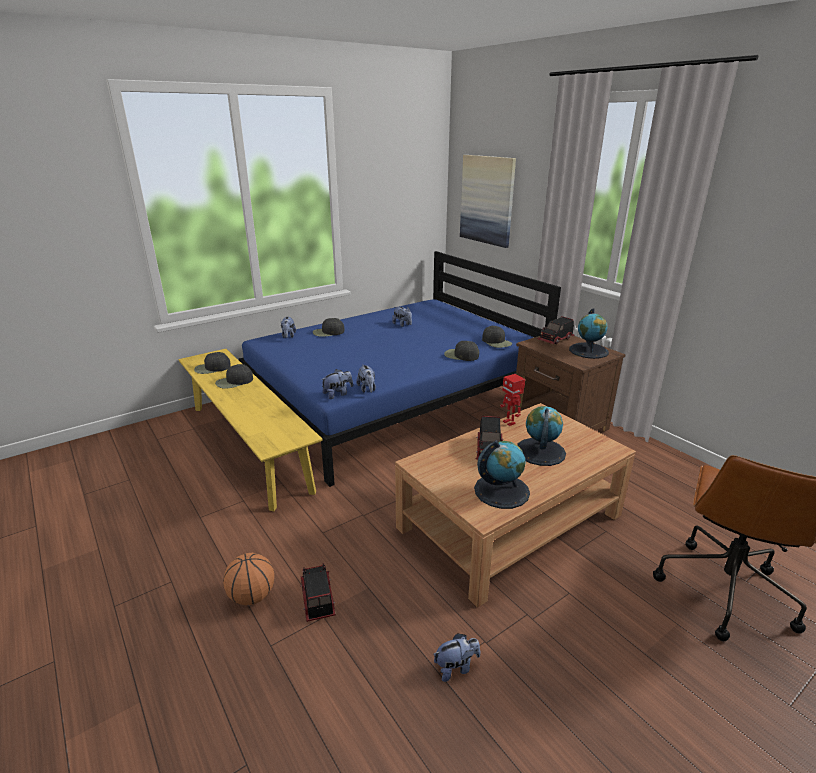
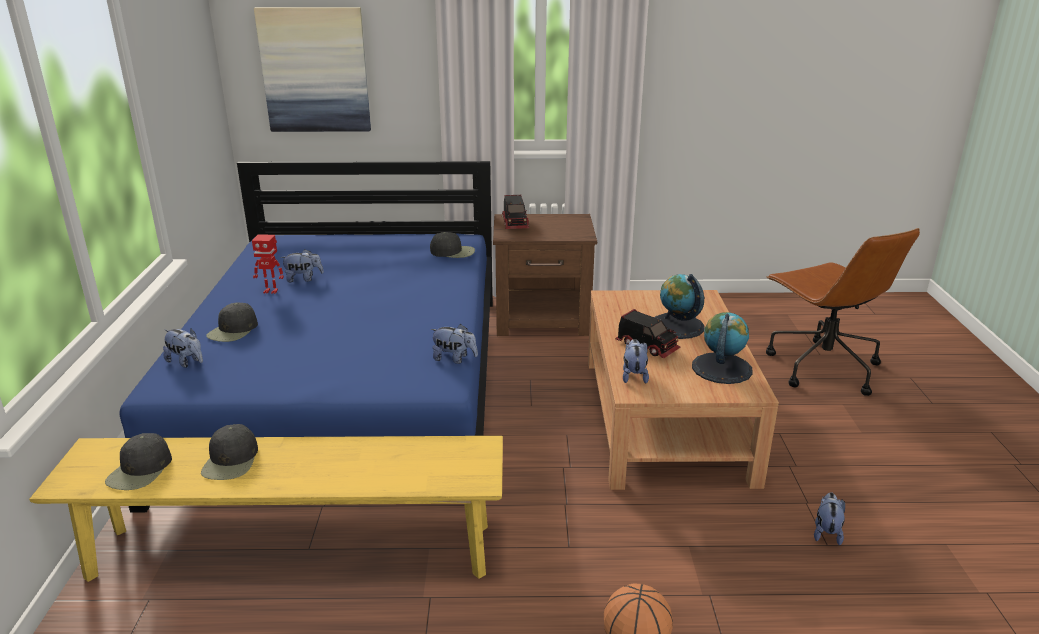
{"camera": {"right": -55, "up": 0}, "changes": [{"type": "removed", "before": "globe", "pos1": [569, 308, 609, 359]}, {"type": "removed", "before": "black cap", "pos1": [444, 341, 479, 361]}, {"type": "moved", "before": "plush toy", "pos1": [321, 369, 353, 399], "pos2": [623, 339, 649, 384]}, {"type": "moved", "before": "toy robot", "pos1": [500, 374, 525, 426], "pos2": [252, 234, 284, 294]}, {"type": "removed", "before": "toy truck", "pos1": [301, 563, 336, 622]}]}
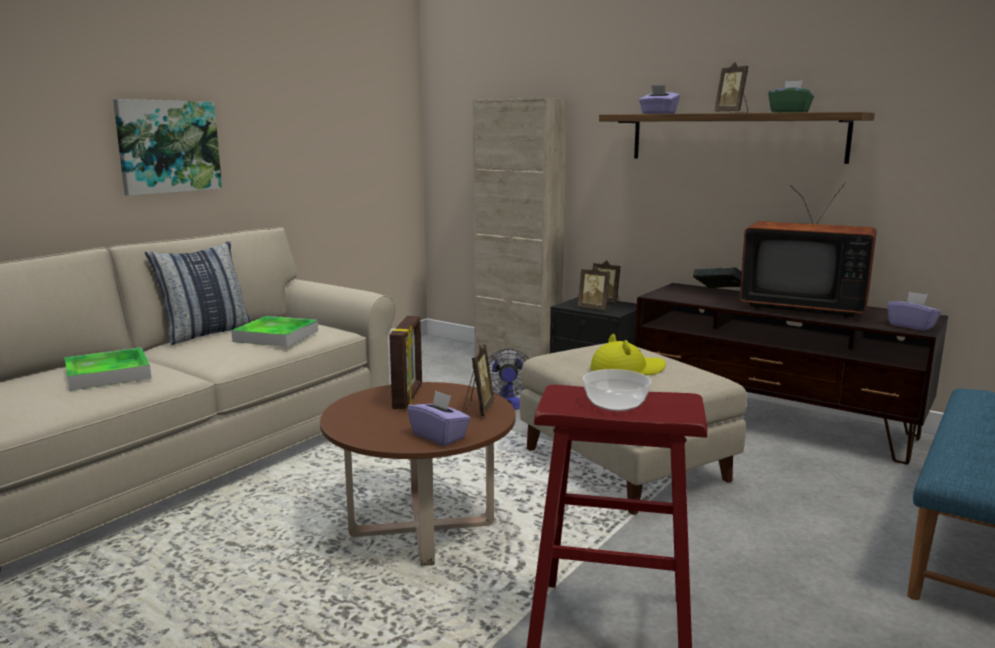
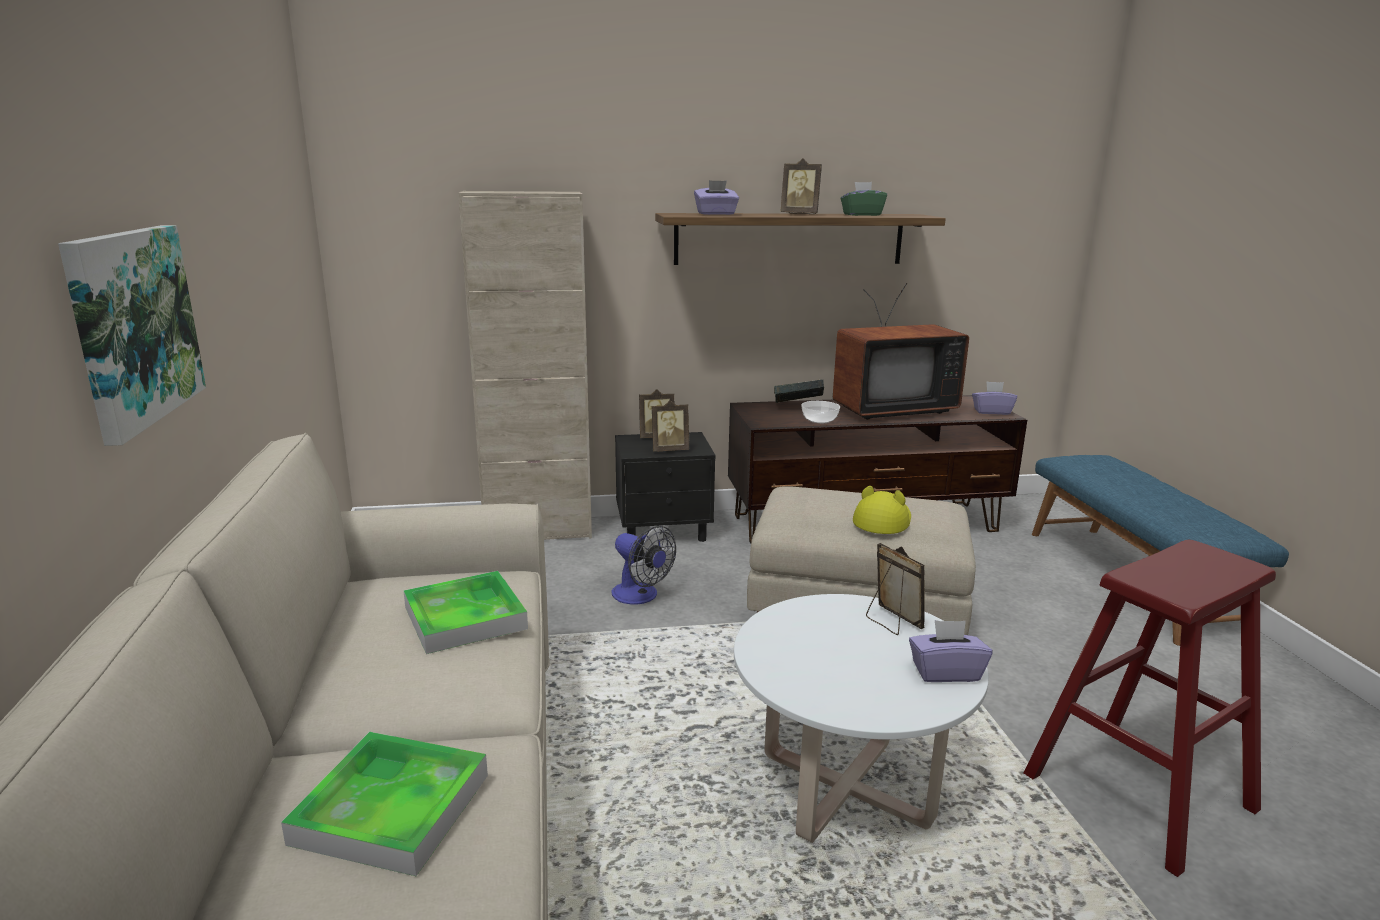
{"camera": {"right": -45, "up": 5}, "changes": [{"type": "removed", "before": "pillow", "pos1": [145, 241, 252, 345]}, {"type": "removed", "before": "picture frame", "pos1": [389, 316, 422, 409]}, {"type": "moved", "before": "bowl", "pos1": [583, 369, 651, 411], "pos2": [801, 401, 840, 423]}, {"type": "recoloured", "before": "brown coffee table", "after": "white coffee table", "pos1": [320, 382, 516, 566], "pos2": [734, 594, 989, 843]}]}
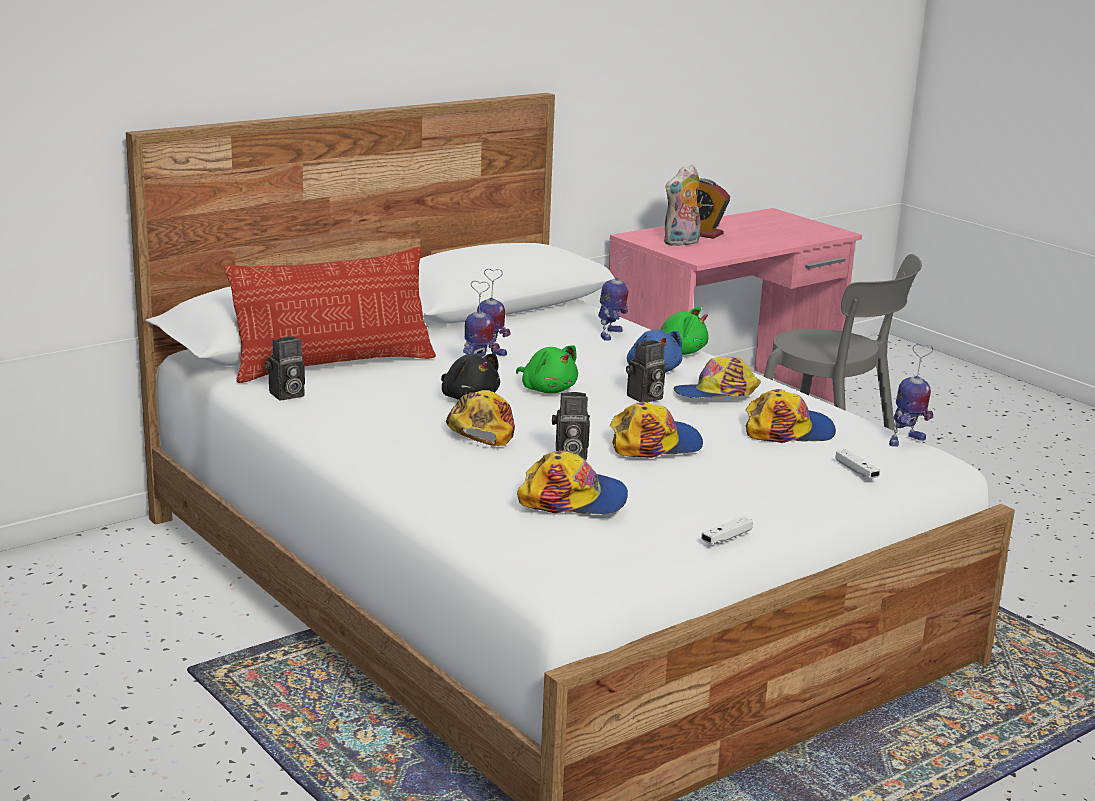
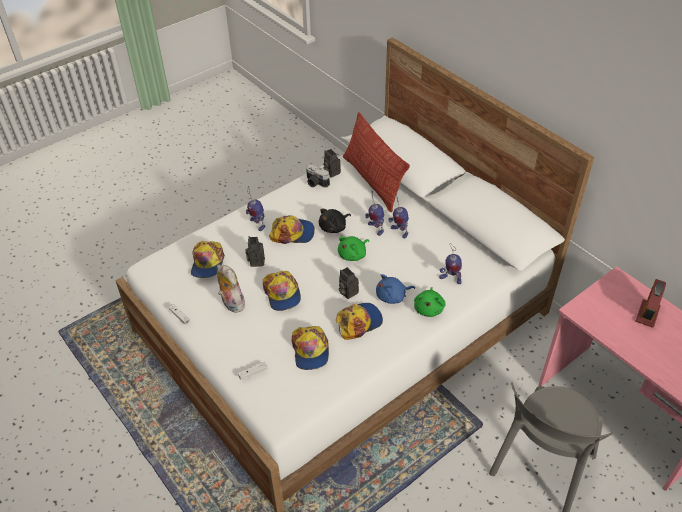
{"camera": {"right": 90, "up": 25}, "changes": [{"type": "moved", "before": "plush toy", "pos1": [664, 165, 700, 246], "pos2": [217, 265, 245, 313]}, {"type": "moved", "before": "toy robot", "pos1": [889, 344, 933, 447], "pos2": [246, 186, 265, 231]}, {"type": "turned", "before": "cap", "pos1": [674, 357, 761, 398], "pos2": [336, 303, 383, 340], "turn": 75}, {"type": "added", "after": "photo camera", "pos2": [306, 165, 330, 187]}]}
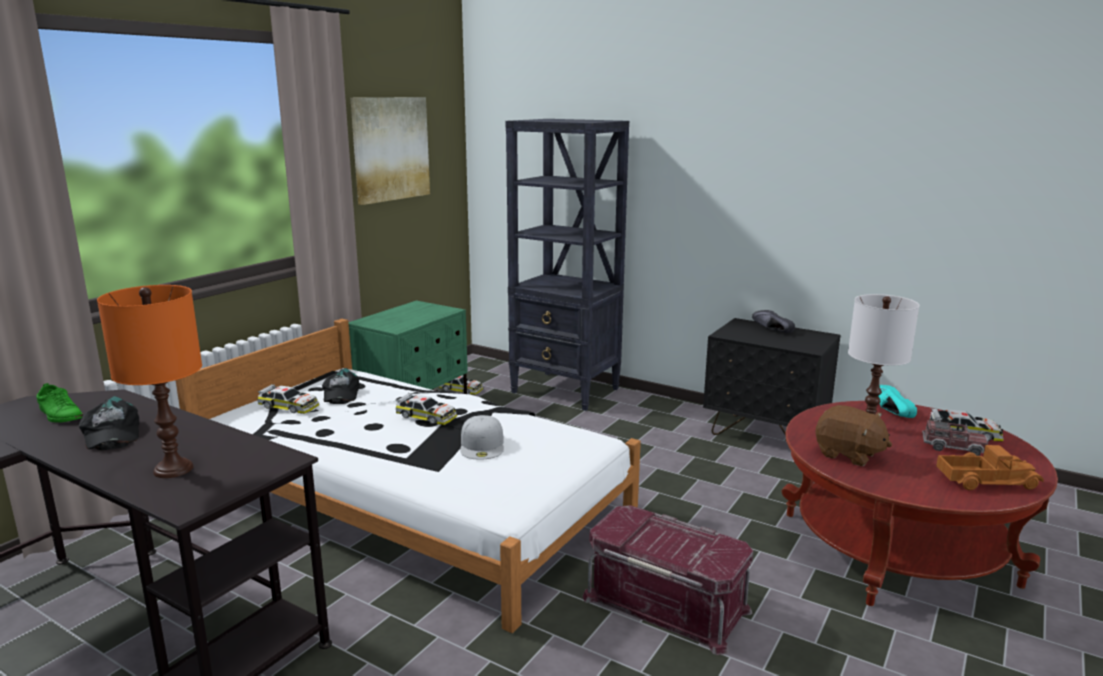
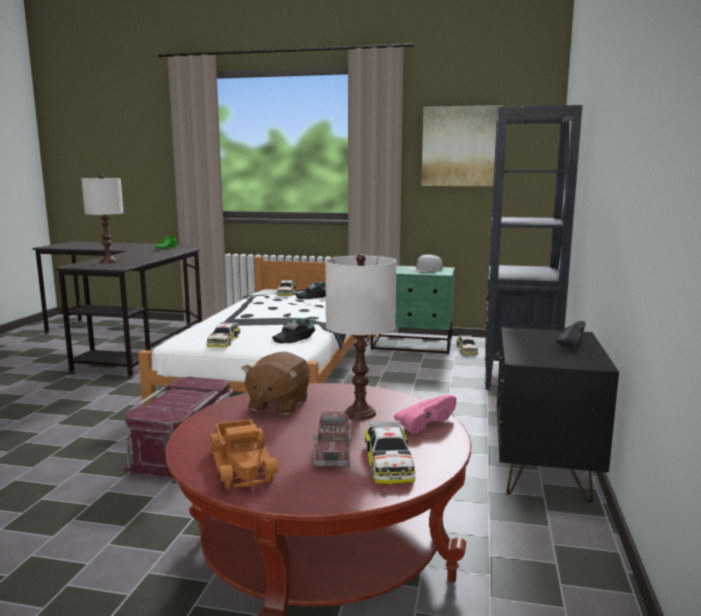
{"camera": {"right": 70, "up": -5}, "changes": [{"type": "recoloured", "before": "orange table lamp", "after": "white table lamp", "pos1": [97, 285, 202, 478], "pos2": [81, 175, 123, 263]}, {"type": "recoloured", "before": "turquoise shoe", "after": "pink shoe", "pos1": [878, 385, 917, 418], "pos2": [394, 395, 457, 434]}, {"type": "moved", "before": "toy car", "pos1": [396, 393, 457, 425], "pos2": [207, 322, 240, 347]}, {"type": "moved", "before": "black cap", "pos1": [79, 396, 139, 450], "pos2": [272, 318, 315, 343]}, {"type": "moved", "before": "white cap", "pos1": [460, 415, 504, 460], "pos2": [408, 254, 443, 272]}]}
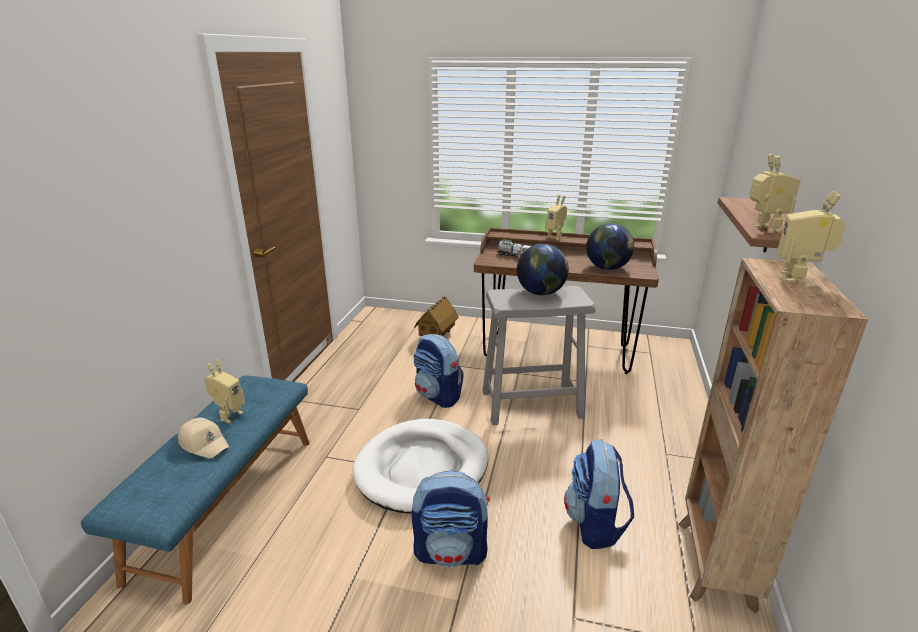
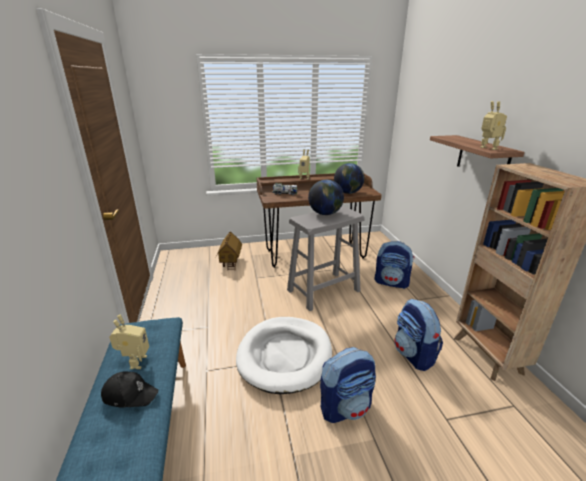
{"camera": {"right": -25, "up": 0}, "changes": [{"type": "removed", "before": "toy robot", "pos1": [777, 191, 846, 284]}, {"type": "moved", "before": "backpack", "pos1": [414, 334, 464, 408], "pos2": [374, 241, 415, 289]}, {"type": "recoloured", "before": "beige cap", "after": "black cap", "pos1": [178, 418, 229, 458], "pos2": [101, 372, 159, 408]}]}
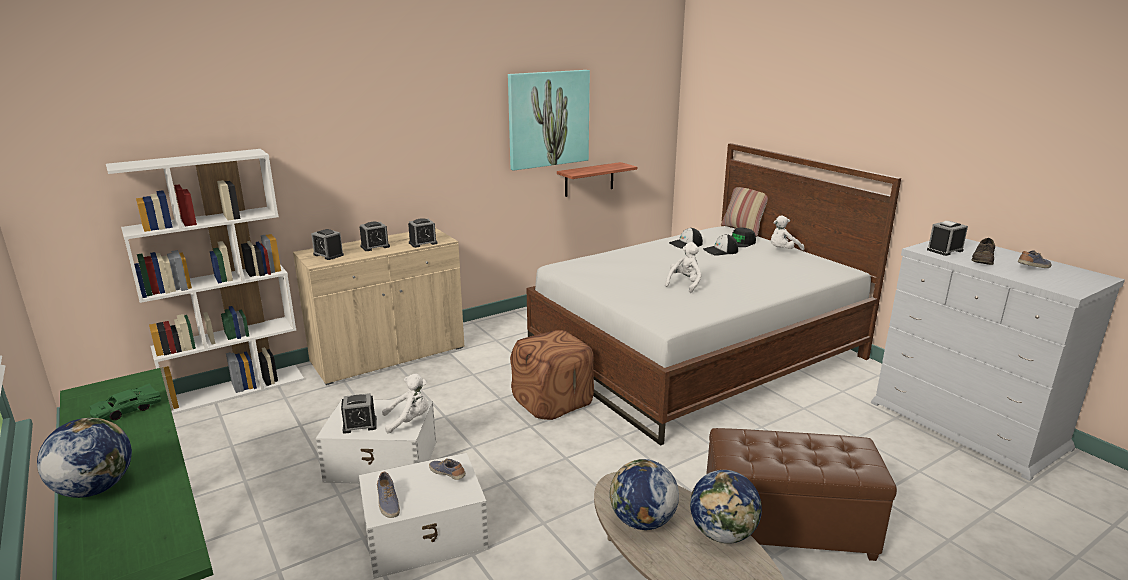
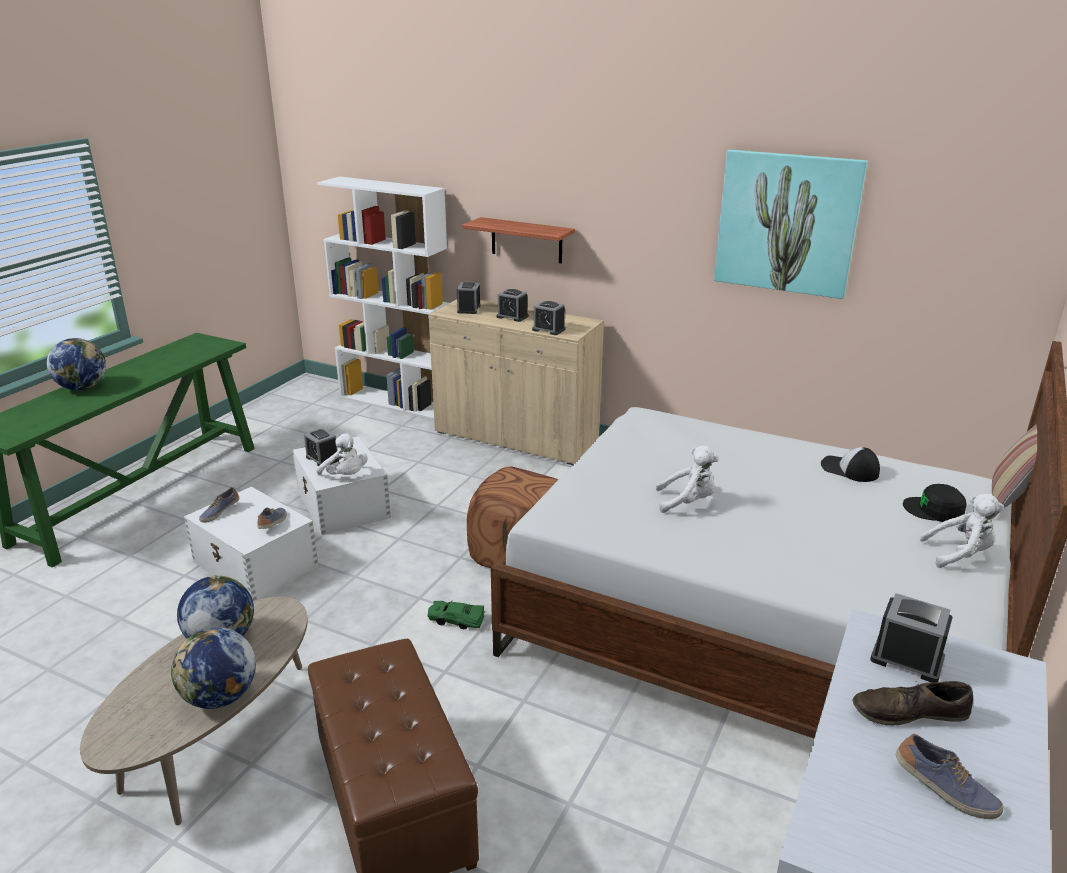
{"camera": {"right": 60, "up": 5}, "changes": [{"type": "moved", "before": "shelf", "pos1": [557, 162, 637, 197], "pos2": [462, 217, 575, 264]}, {"type": "turned", "before": "white plush toy", "pos1": [771, 215, 804, 251], "pos2": [920, 494, 1004, 568], "turn": 150}, {"type": "removed", "before": "cap", "pos1": [703, 234, 738, 256]}, {"type": "moved", "before": "green toy car", "pos1": [89, 384, 162, 420], "pos2": [428, 601, 485, 629]}]}
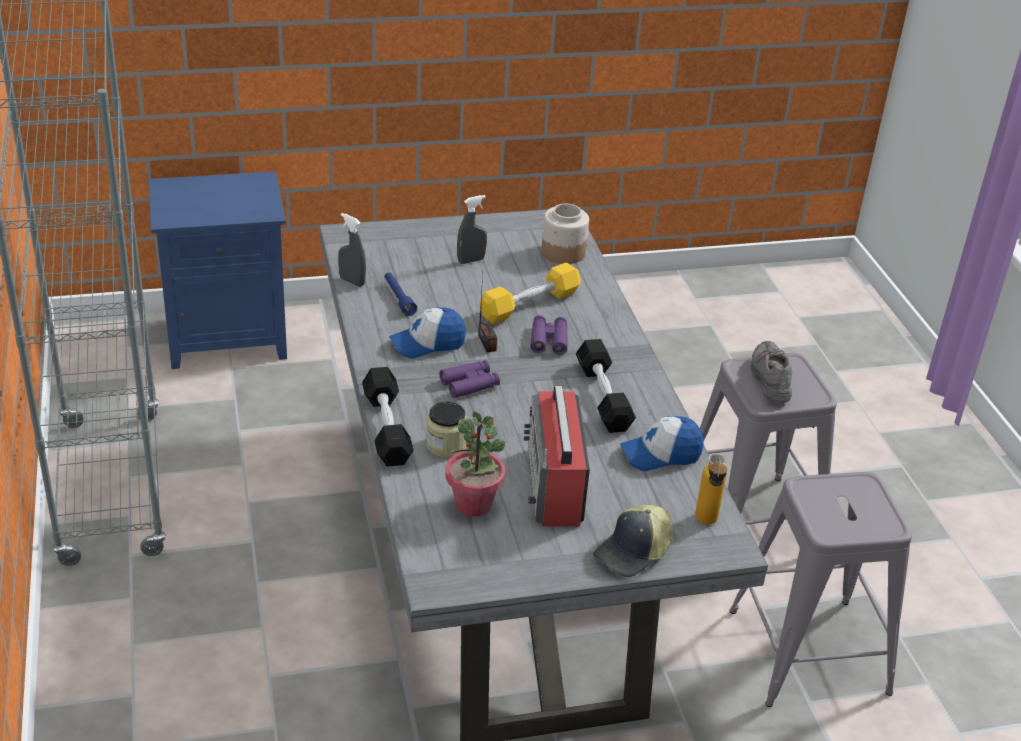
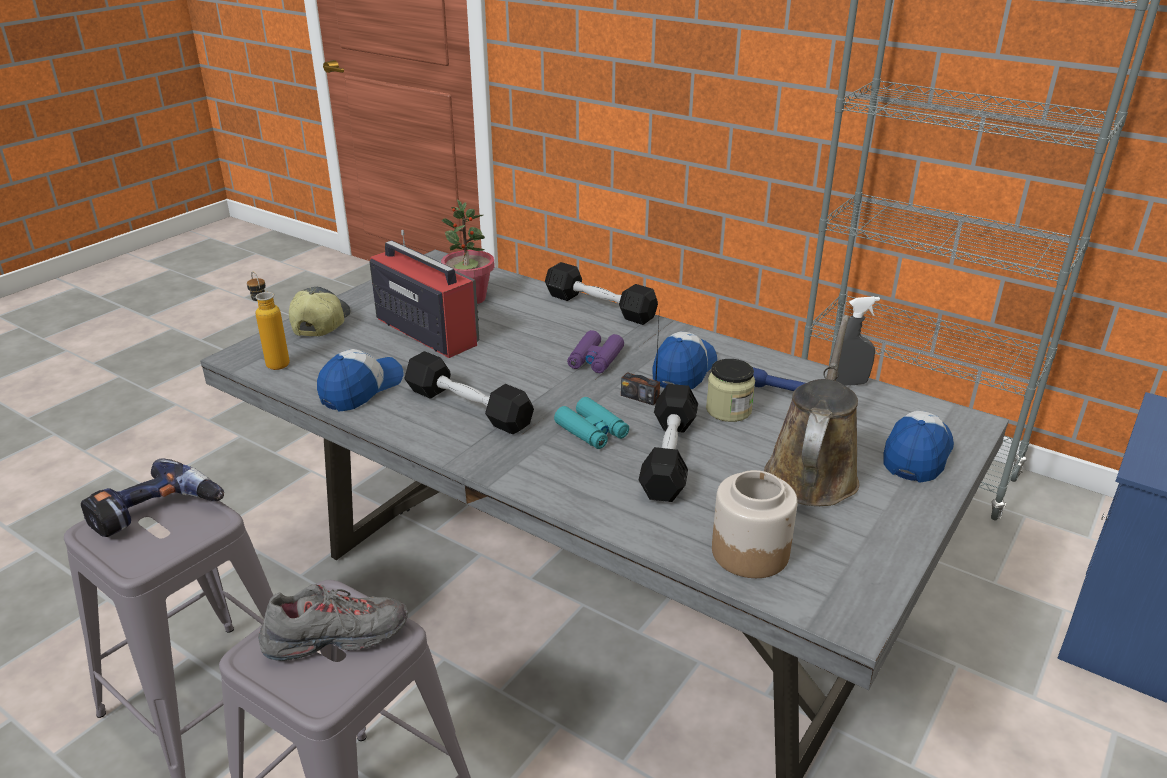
{"camera": {"right": 140, "up": -5}, "changes": [{"type": "replaced", "before": "grey spray bottle", "after": "brown watering can", "pos1": [457, 195, 487, 264], "pos2": [764, 315, 859, 506]}, {"type": "recoloured", "before": "yellow dumbbell", "after": "black dumbbell", "pos1": [479, 263, 581, 324], "pos2": [639, 384, 698, 502]}, {"type": "recoloured", "before": "purple binoculars", "after": "turquoise binoculars", "pos1": [530, 315, 568, 355], "pos2": [554, 397, 629, 449]}, {"type": "turned", "before": "grey shoe", "pos1": [750, 341, 792, 403], "pos2": [258, 584, 408, 661], "turn": -60}, {"type": "moved", "before": "jar", "pos1": [426, 401, 467, 458], "pos2": [706, 359, 755, 422]}, {"type": "added", "after": "cap", "pos2": [884, 411, 954, 483]}, {"type": "added", "after": "power drill", "pos2": [81, 458, 224, 537]}]}
